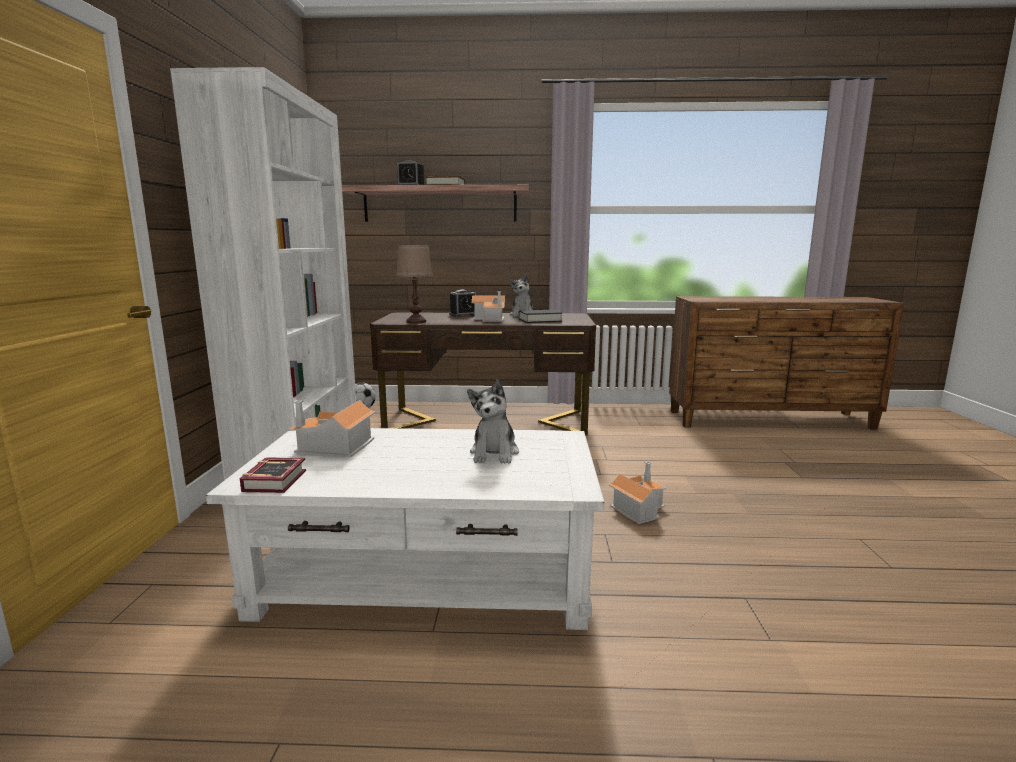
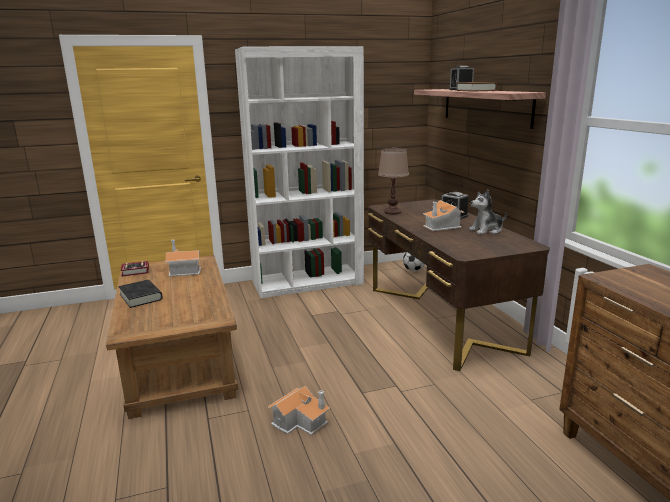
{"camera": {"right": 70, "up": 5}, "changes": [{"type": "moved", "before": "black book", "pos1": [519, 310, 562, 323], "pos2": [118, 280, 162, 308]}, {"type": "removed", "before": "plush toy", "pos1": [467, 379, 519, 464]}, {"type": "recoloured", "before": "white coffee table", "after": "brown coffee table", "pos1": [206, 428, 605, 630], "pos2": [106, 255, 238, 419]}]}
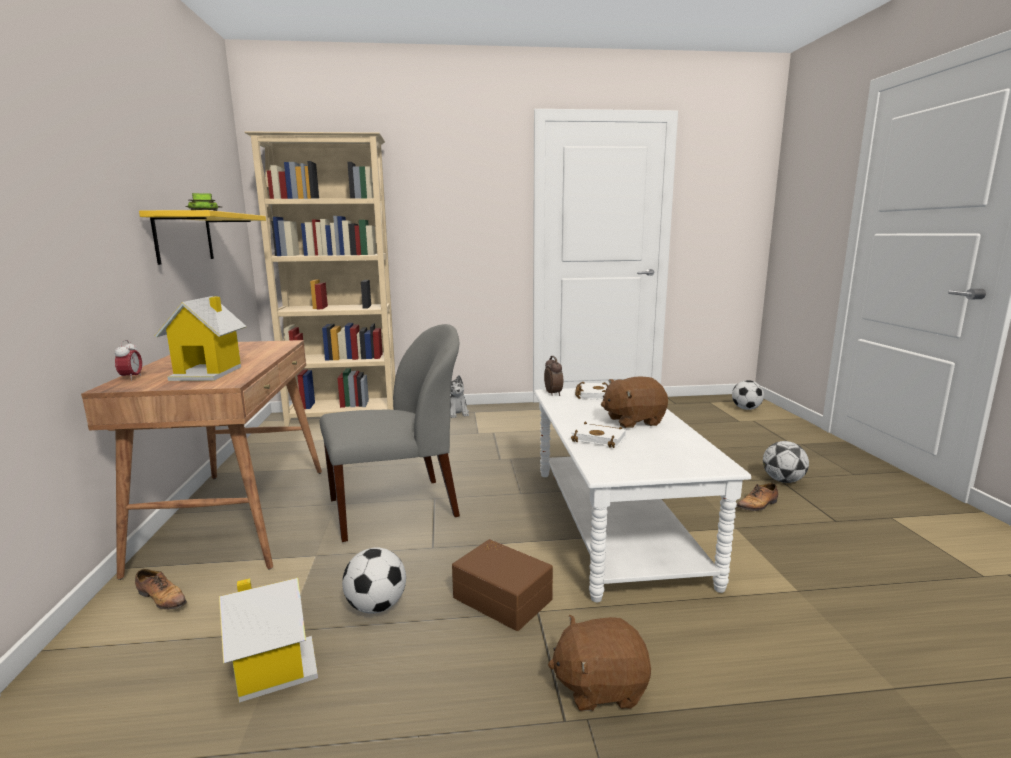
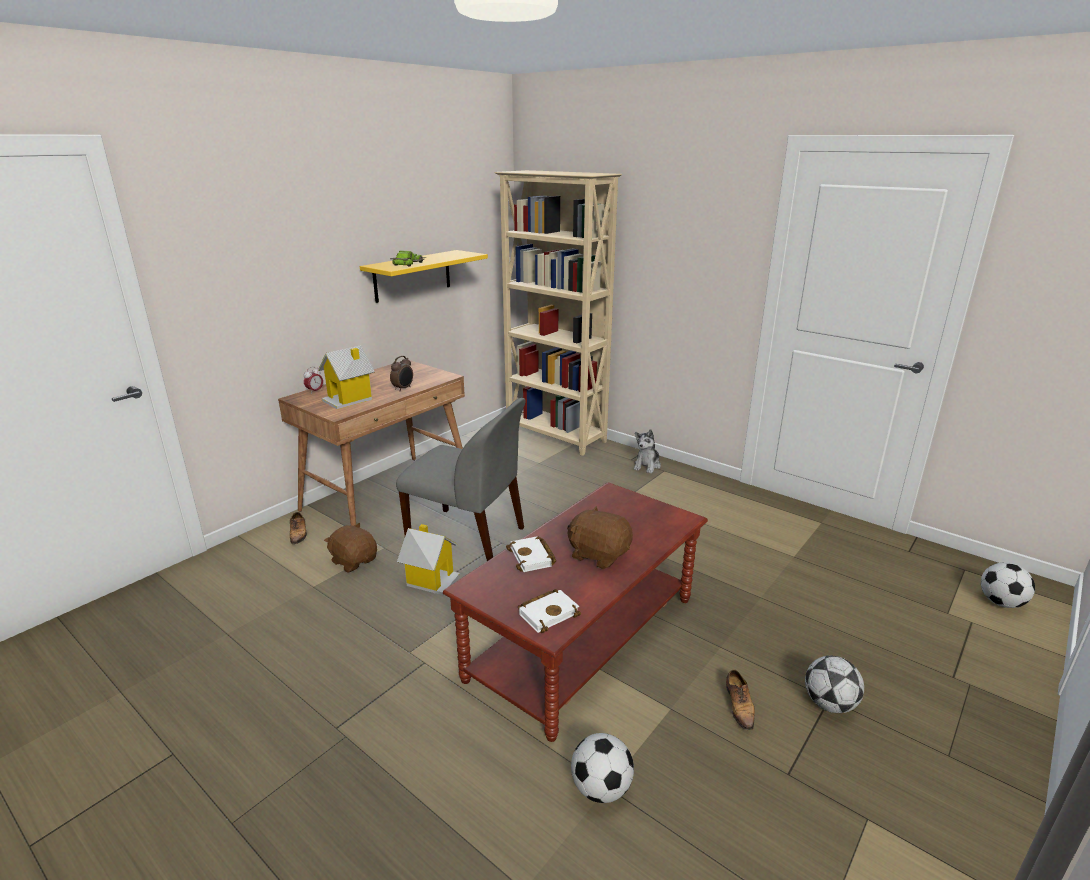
{"camera": {"right": 45, "up": 10}, "changes": [{"type": "moved", "before": "alarm clock", "pos1": [544, 356, 563, 396], "pos2": [390, 356, 413, 391]}, {"type": "moved", "before": "white book", "pos1": [575, 382, 608, 400], "pos2": [518, 589, 581, 633]}, {"type": "recoloured", "before": "white coffee table", "after": "brown coffee table", "pos1": [534, 387, 751, 602], "pos2": [443, 483, 708, 742]}, {"type": "turned", "before": "shoe", "pos1": [736, 483, 778, 511], "pos2": [726, 669, 755, 730], "turn": -105}, {"type": "removed", "before": "brown storage box", "pos1": [452, 539, 553, 631]}, {"type": "moved", "before": "football", "pos1": [342, 548, 406, 614], "pos2": [571, 733, 634, 803]}, {"type": "moved", "before": "toy house", "pos1": [219, 578, 318, 703], "pos2": [397, 524, 460, 595]}, {"type": "moved", "before": "brown plush toy", "pos1": [548, 615, 651, 711], "pos2": [324, 522, 377, 573]}]}
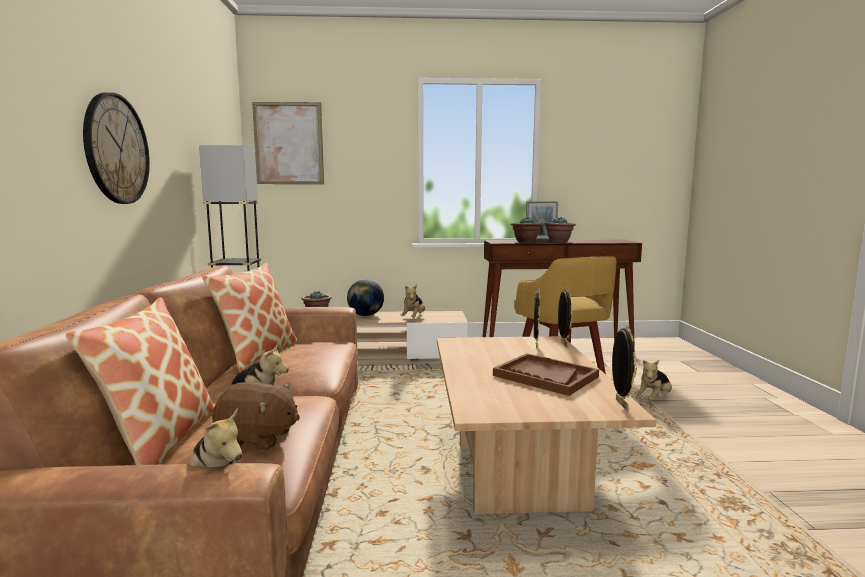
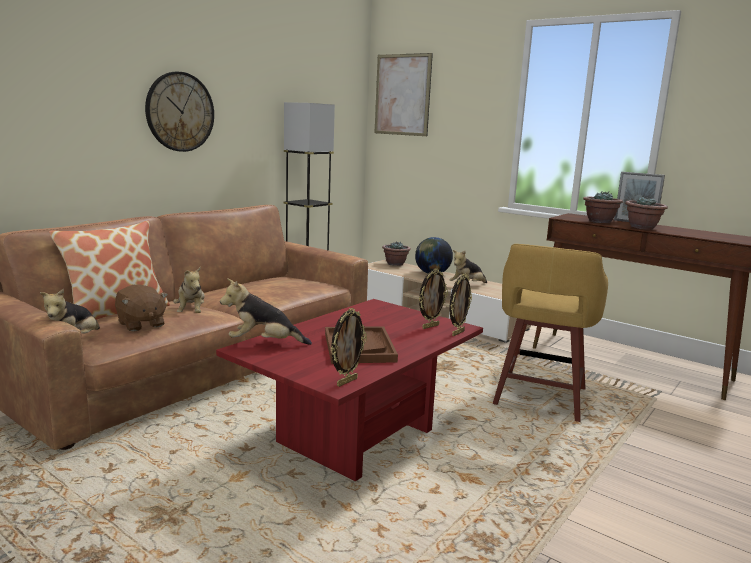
{"camera": {"right": 40, "up": 5}, "changes": [{"type": "removed", "before": "pillow", "pos1": [202, 263, 298, 371]}, {"type": "recoloured", "before": "beige coffee table", "after": "red coffee table", "pos1": [437, 336, 656, 514], "pos2": [216, 299, 483, 481]}, {"type": "moved", "before": "plush toy", "pos1": [635, 360, 672, 401], "pos2": [220, 278, 312, 345]}]}
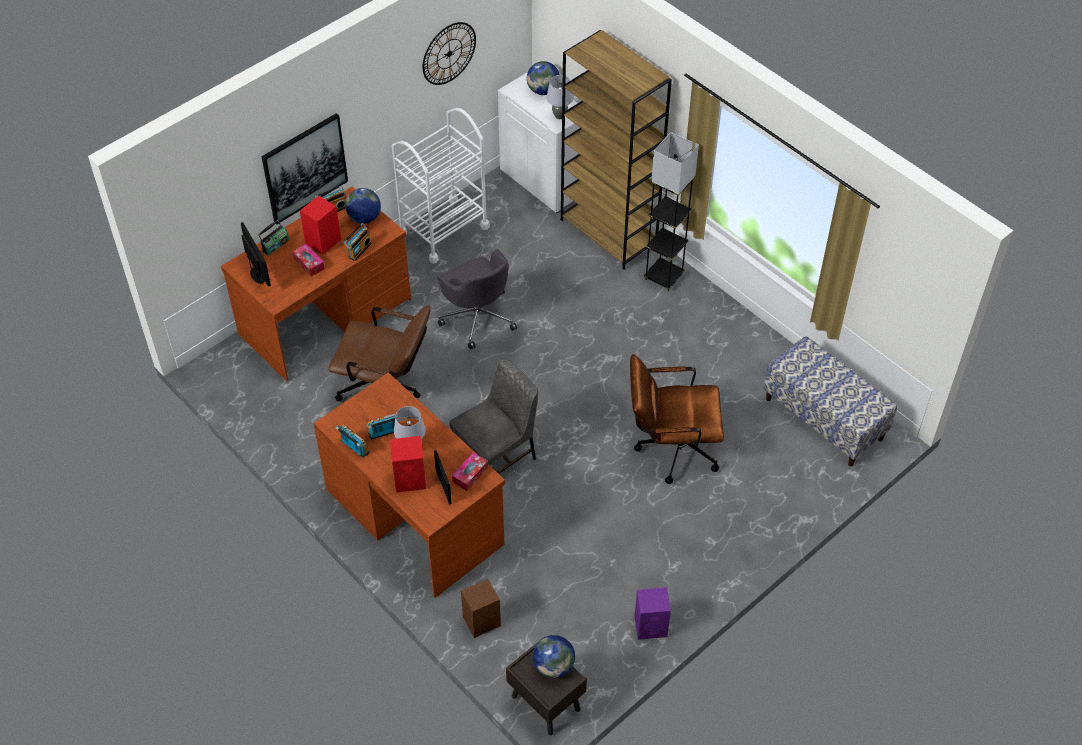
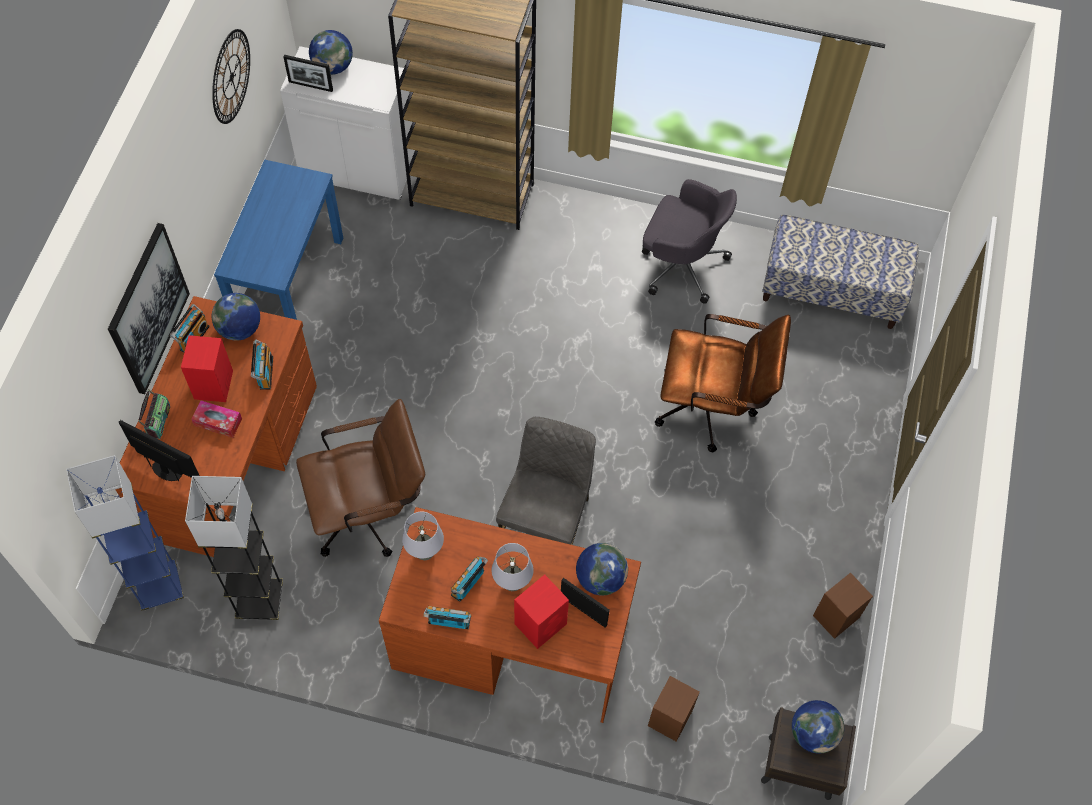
{"camera": {"right": -35, "up": 10}, "changes": [{"type": "moved", "before": "grey table lamp", "pos1": [547, 75, 574, 119], "pos2": [402, 511, 444, 560]}, {"type": "replaced", "before": "white cart", "after": "blue console table", "pos1": [392, 108, 490, 264], "pos2": [214, 159, 343, 320]}, {"type": "moved", "before": "grey floor lamp", "pos1": [644, 132, 699, 291], "pos2": [185, 476, 283, 620]}, {"type": "moved", "before": "grey office chair", "pos1": [437, 249, 517, 349], "pos2": [642, 179, 737, 304]}, {"type": "turned", "before": "brown office chair", "pos1": [630, 354, 724, 484], "pos2": [655, 314, 791, 453], "turn": -135}, {"type": "replaced", "before": "tissue box", "after": "globe", "pos1": [452, 452, 488, 491], "pos2": [576, 543, 628, 595]}, {"type": "recoloured", "before": "purple speaker", "after": "brown speaker", "pos1": [634, 587, 671, 640], "pos2": [813, 573, 873, 639]}, {"type": "added", "after": "picture frame", "pos2": [283, 55, 333, 92]}, {"type": "added", "after": "blue floor lamp", "pos2": [66, 455, 184, 611]}]}
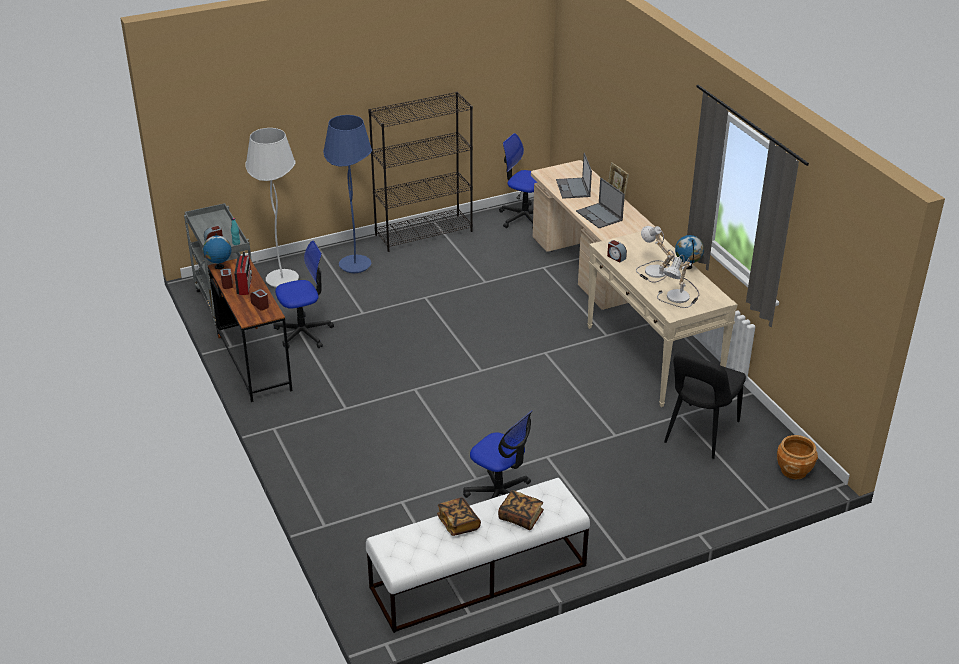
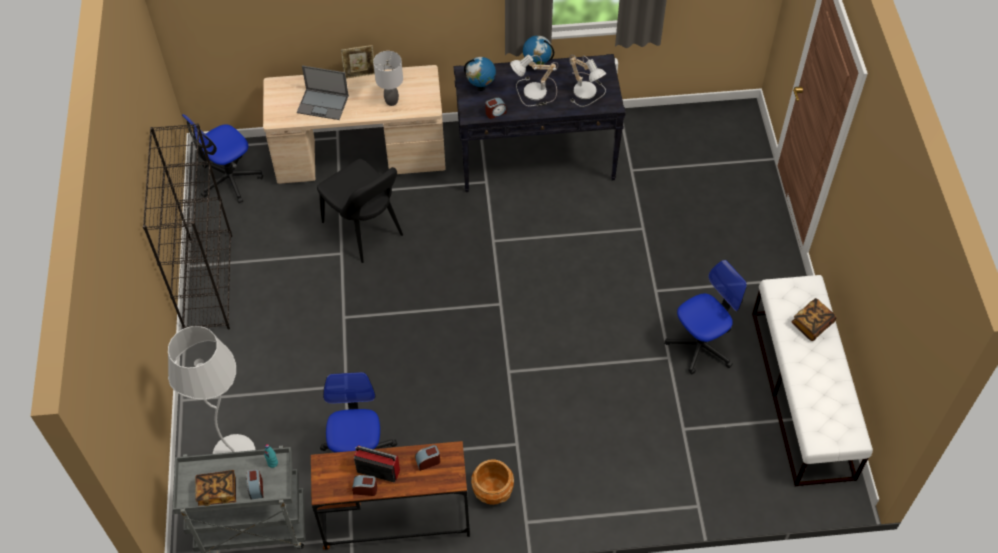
{"camera": {"right": -70, "up": 20}, "changes": [{"type": "removed", "before": "blue floor lamp", "pos1": [323, 115, 372, 273]}, {"type": "replaced", "before": "laptop", "after": "grey table lamp", "pos1": [576, 178, 625, 228], "pos2": [373, 51, 403, 106]}, {"type": "recoloured", "before": "beige console table", "after": "black console table", "pos1": [587, 231, 738, 407], "pos2": [454, 54, 626, 192]}, {"type": "moved", "before": "globe", "pos1": [203, 233, 231, 269], "pos2": [464, 57, 496, 91]}, {"type": "moved", "before": "black chair", "pos1": [664, 352, 746, 459], "pos2": [317, 159, 403, 263]}, {"type": "moved", "before": "brown planter", "pos1": [777, 435, 818, 479], "pos2": [471, 459, 514, 505]}, {"type": "moved", "before": "book", "pos1": [437, 498, 481, 536], "pos2": [195, 470, 236, 508]}]}
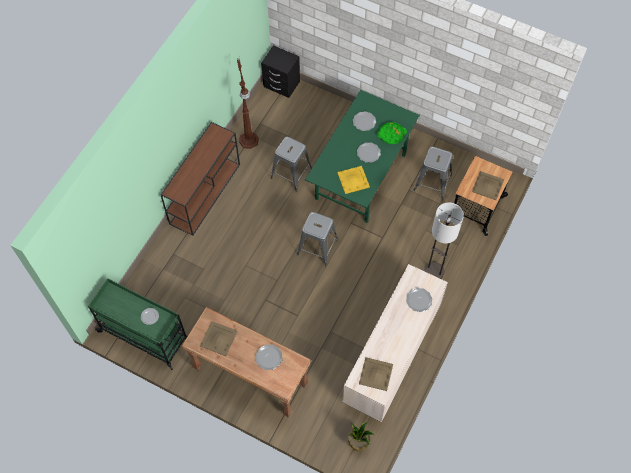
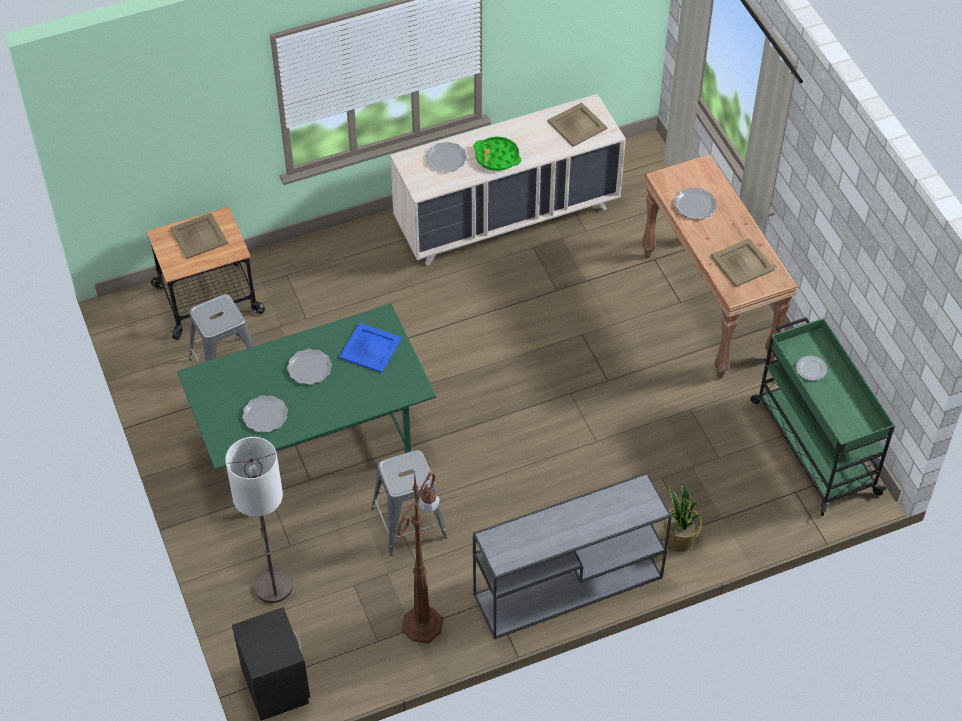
{"camera": {"right": -140, "up": -10}, "changes": [{"type": "recoloured", "before": "brown console table", "after": "grey console table", "pos1": [160, 122, 240, 236], "pos2": [473, 472, 672, 639]}, {"type": "moved", "before": "green tray", "pos1": [377, 122, 407, 144], "pos2": [473, 136, 521, 171]}, {"type": "recoloured", "before": "yellow tray", "after": "blue tray", "pos1": [337, 166, 370, 194], "pos2": [339, 323, 402, 373]}, {"type": "moved", "before": "floor lamp", "pos1": [424, 202, 464, 279], "pos2": [225, 437, 293, 603]}, {"type": "removed", "before": "grey stool", "pos1": [297, 212, 339, 266]}, {"type": "moved", "before": "potted plant", "pos1": [348, 422, 374, 451], "pos2": [664, 484, 702, 552]}]}
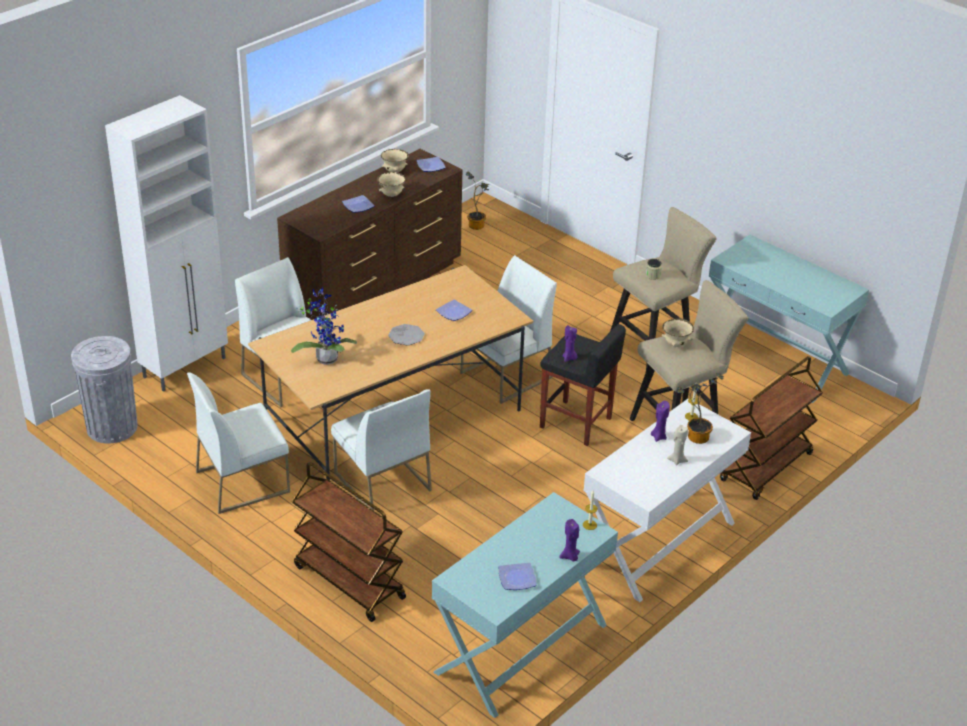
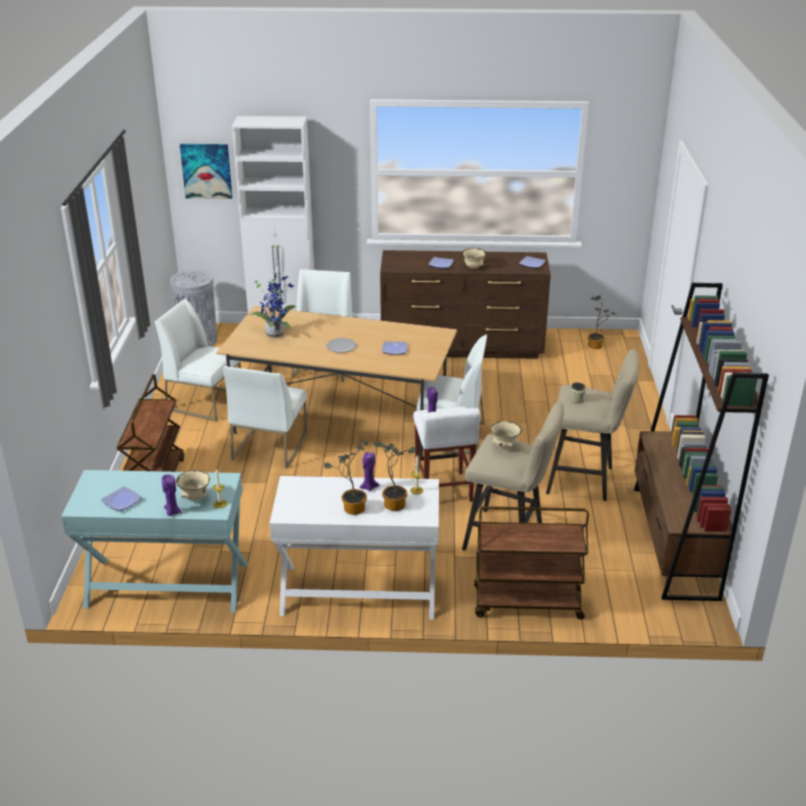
{"camera": {"right": 50, "up": -5}, "changes": [{"type": "moved", "before": "beige bowl", "pos1": [381, 149, 409, 172], "pos2": [176, 470, 210, 501]}, {"type": "replaced", "before": "turquoise console table", "after": "brown bookcase", "pos1": [709, 235, 869, 403], "pos2": [634, 283, 769, 601]}, {"type": "recoloured", "before": "black stool", "after": "white stool", "pos1": [540, 324, 626, 446], "pos2": [413, 407, 480, 502]}, {"type": "replaced", "before": "beige candle", "after": "potted plant", "pos1": [667, 425, 688, 465], "pos2": [324, 440, 368, 515]}, {"type": "added", "after": "picture", "pos2": [180, 144, 233, 199]}]}
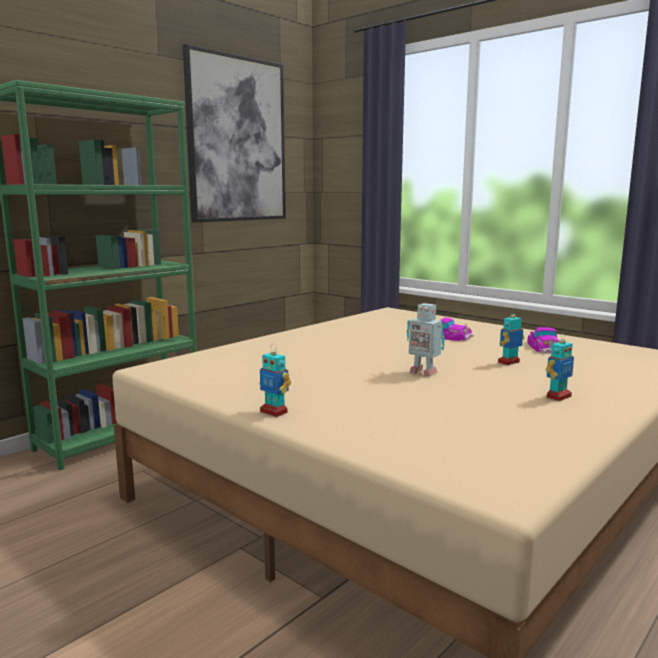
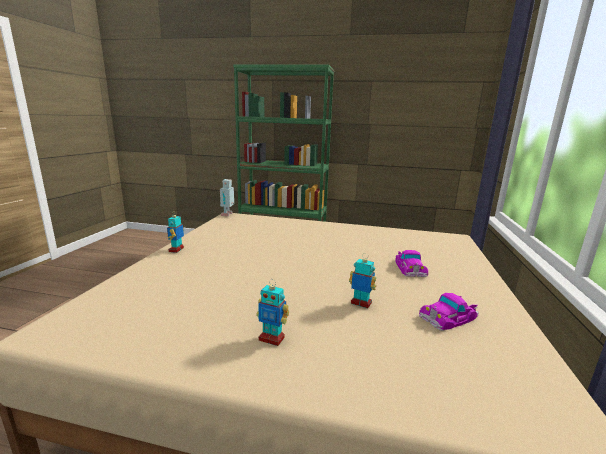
{"camera": {"right": 60, "up": 5}, "changes": [{"type": "removed", "before": "picture", "pos1": [183, 44, 286, 222]}, {"type": "moved", "before": "toy robot", "pos1": [407, 303, 445, 377], "pos2": [220, 179, 234, 216]}]}
